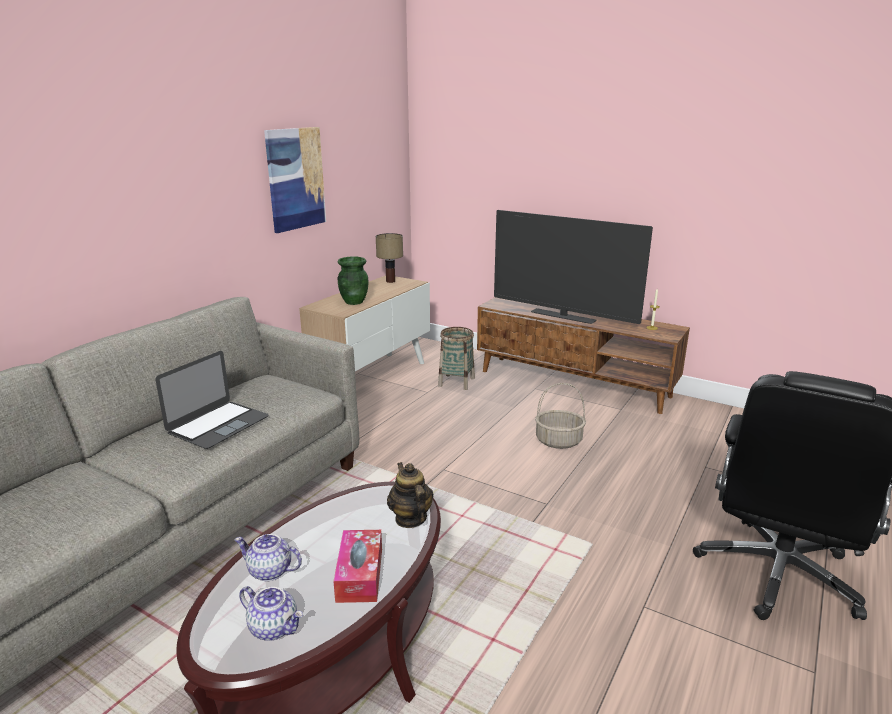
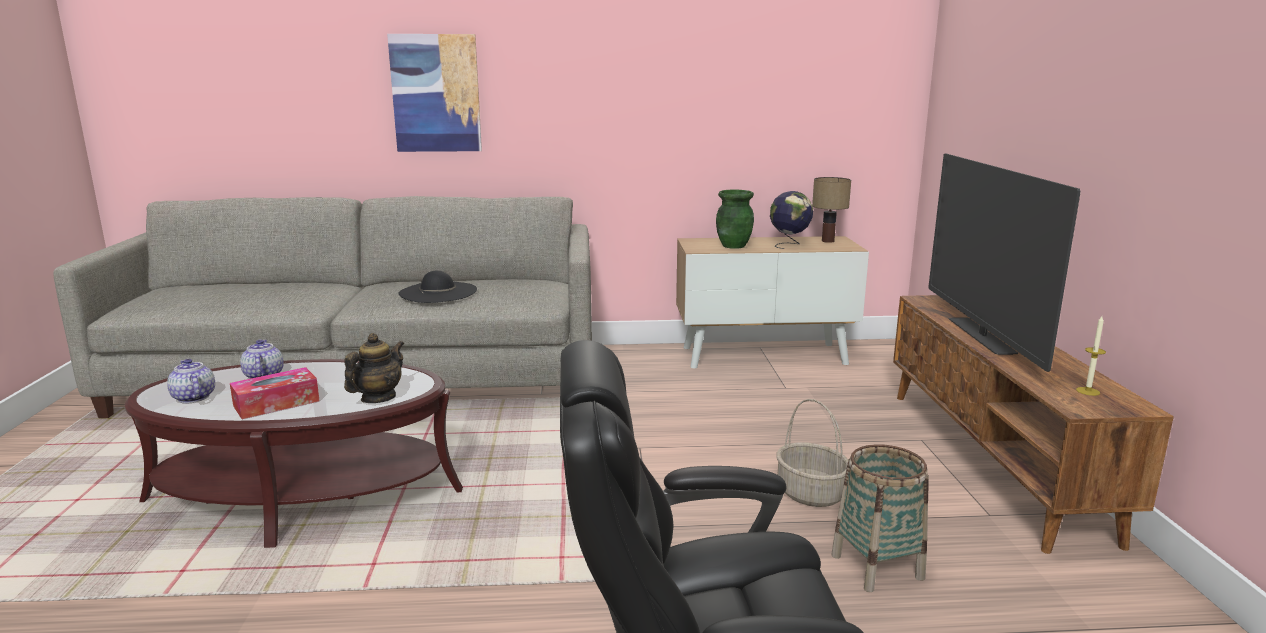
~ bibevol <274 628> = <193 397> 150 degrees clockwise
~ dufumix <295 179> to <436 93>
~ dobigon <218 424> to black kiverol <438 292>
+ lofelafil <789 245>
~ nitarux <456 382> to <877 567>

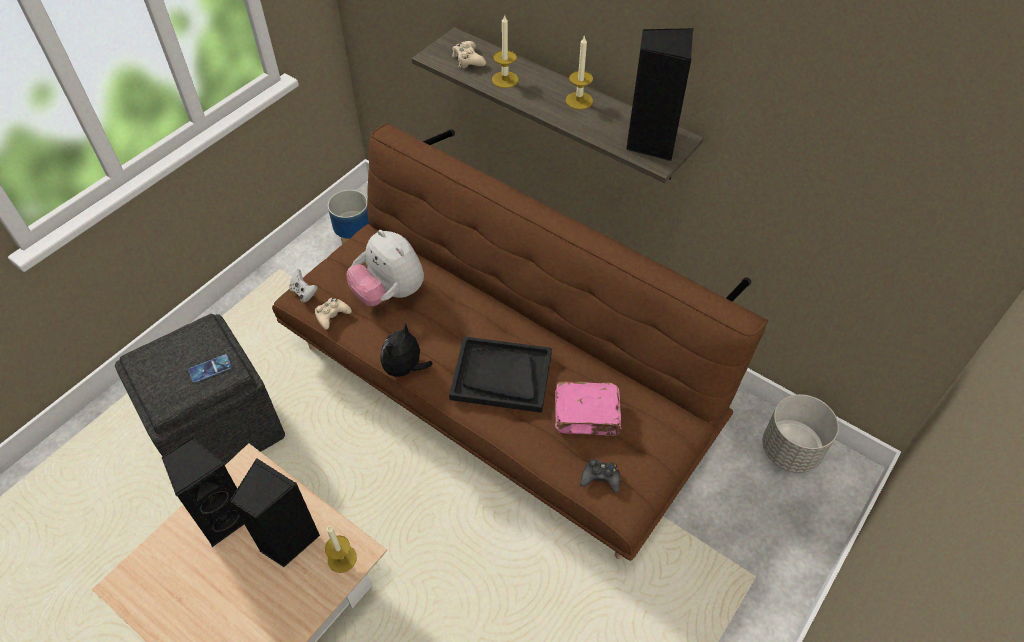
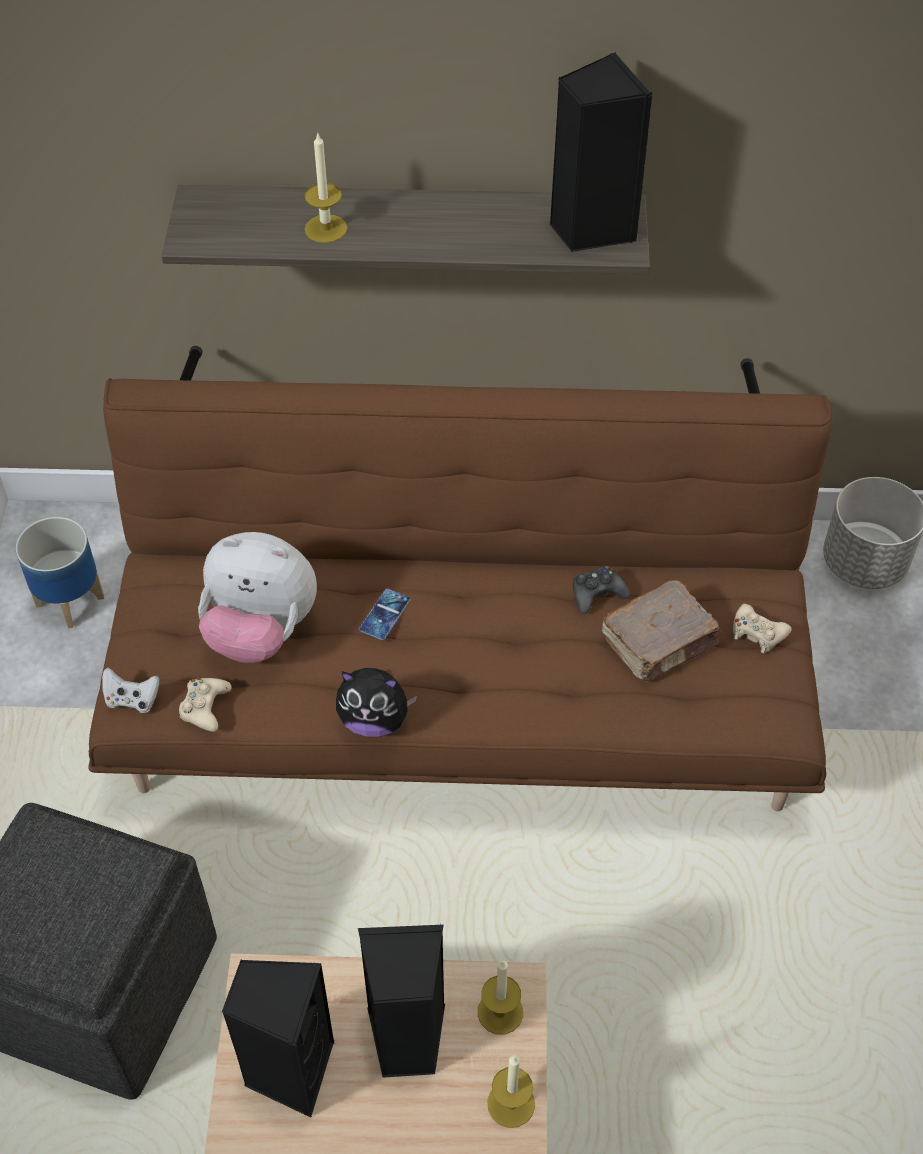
~ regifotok <405 369> = <374 720> 75 degrees counterclockwise
~ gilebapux <210 368> to <384 614>
~ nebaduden <579 100> to <511 1103>
~ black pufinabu <600 478> to <597 594>
~ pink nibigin <587 416> to brown nibigin <660 642>
~ beige pufinabu <468 59> to <757 633>
- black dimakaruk <501 376>

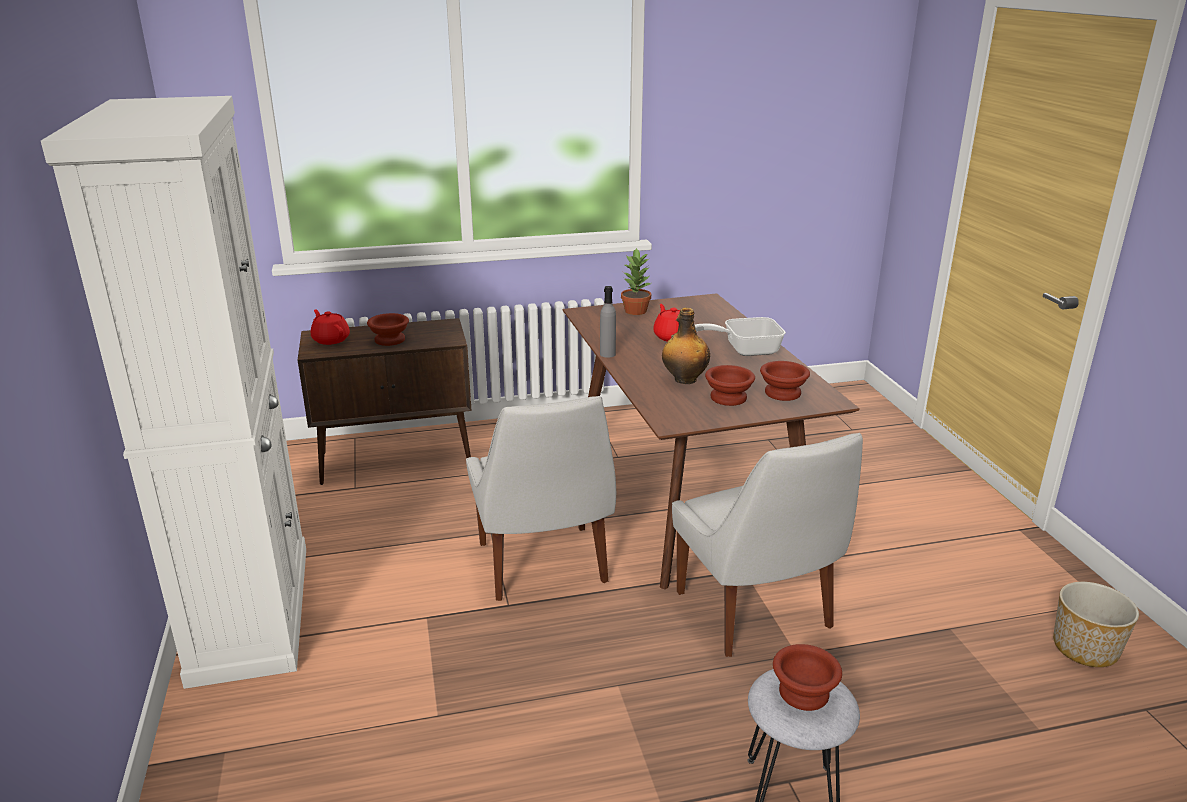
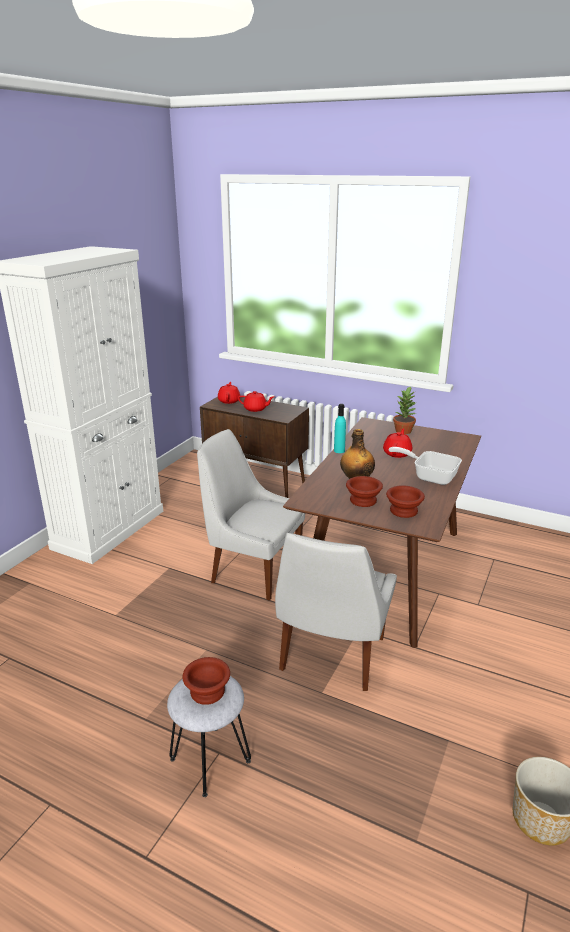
~ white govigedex <543 566> = <253 570> 90 degrees clockwise
~ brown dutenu <390 339> to red bibevol <255 409>
~ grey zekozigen <607 354> to turquoise zekozigen <339 451>

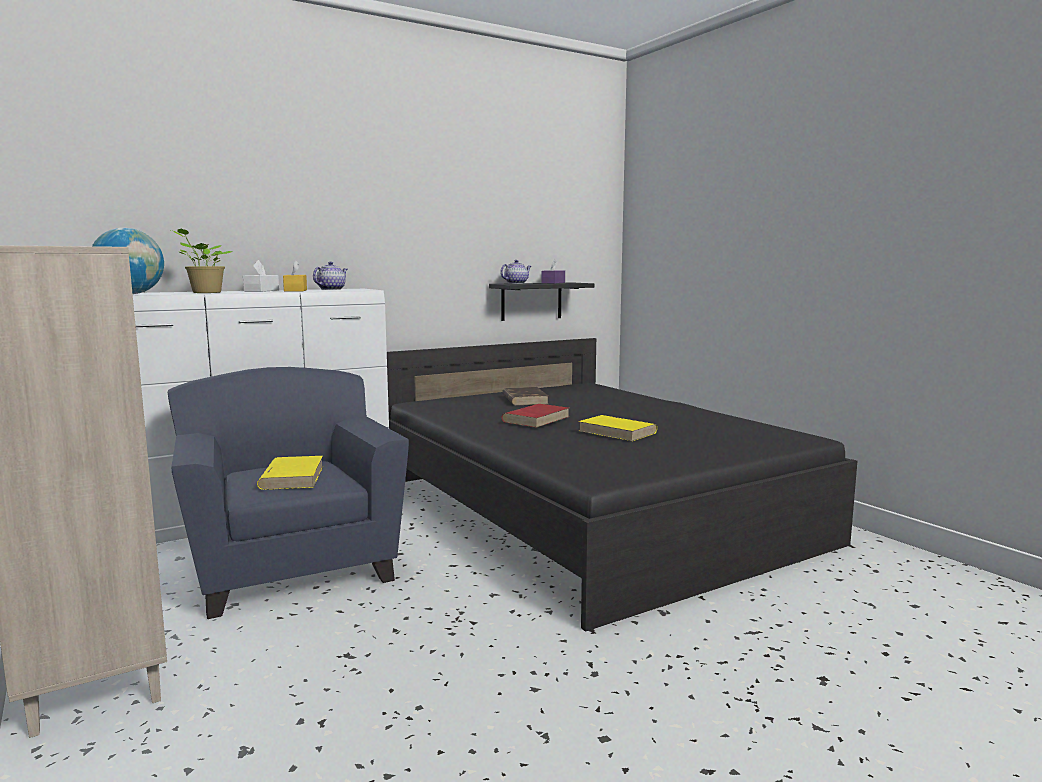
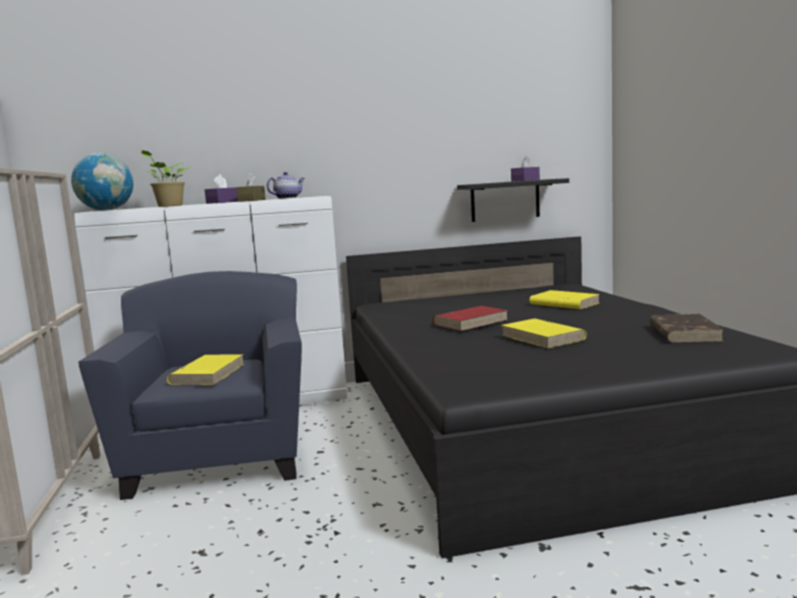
~ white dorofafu <261 291> to purple dorofafu <223 202>
~ yellow dorofafu <295 290> to brown dorofafu <252 200>
+ yellow nibigin <563 304>
~ brown nibigin <524 399> to <684 333>
- bibevol <516 283>

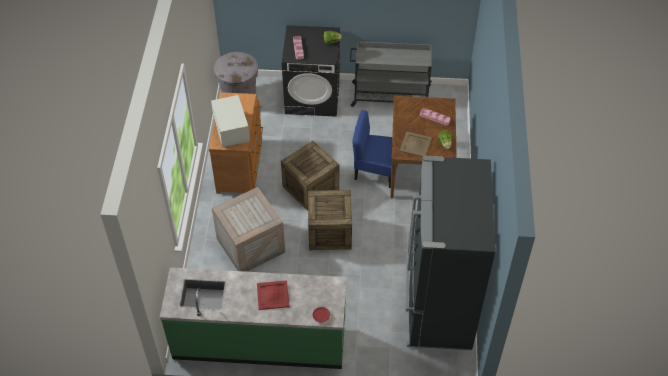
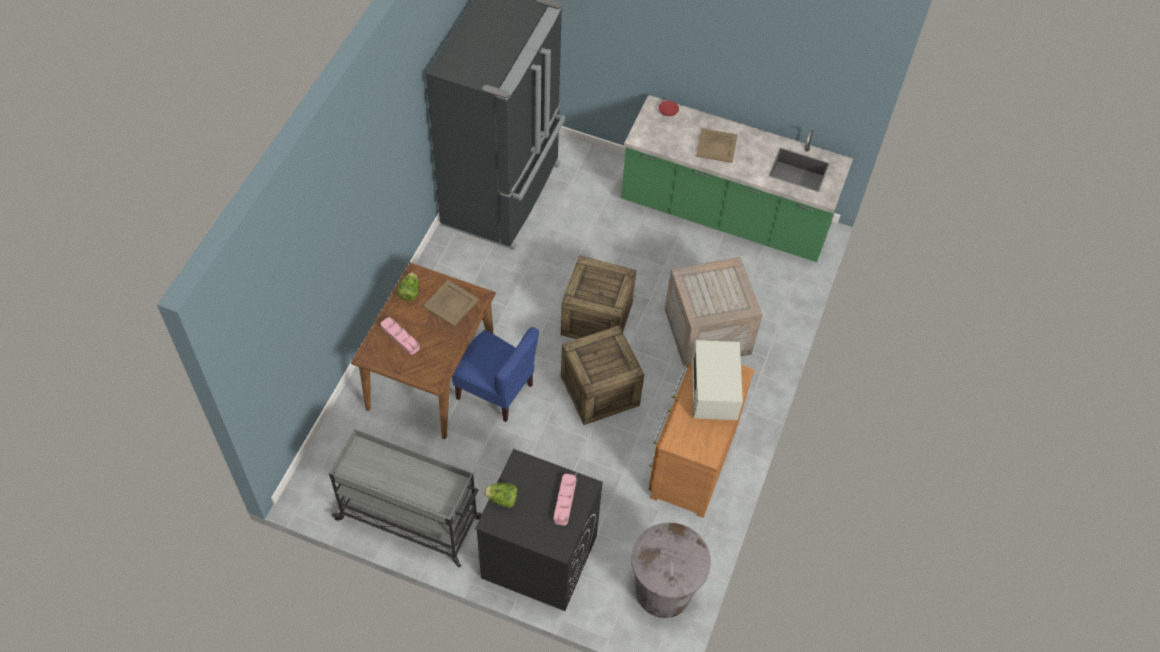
~ red dimakaruk <272 295> to beige dimakaruk <717 145>

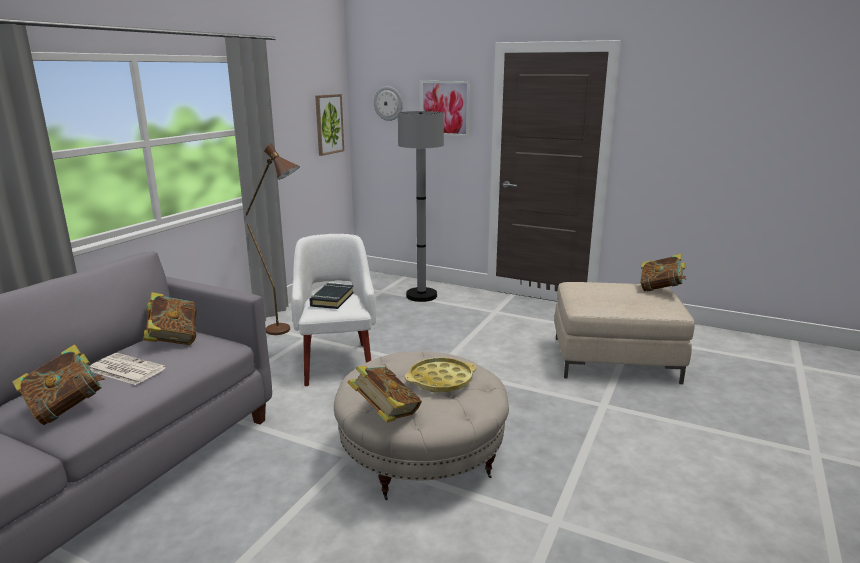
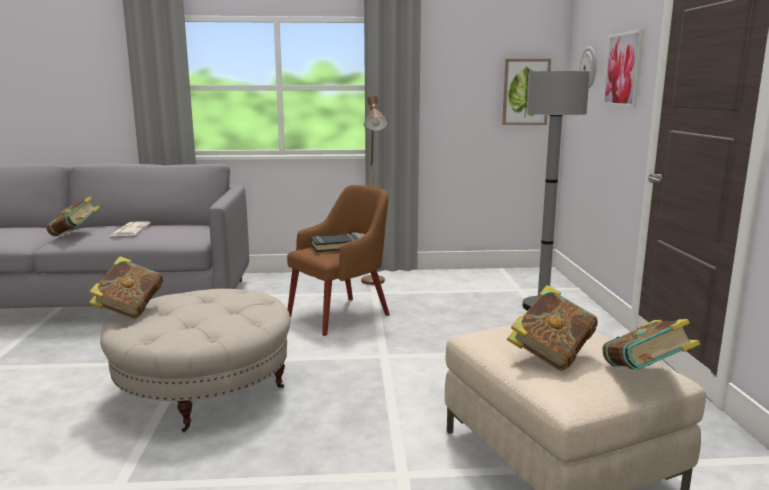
~ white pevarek <337 362> to brown pevarek <341 315>
~ nibigin <173 339> to <551 356>
- yellow dimakaruk <441 380>

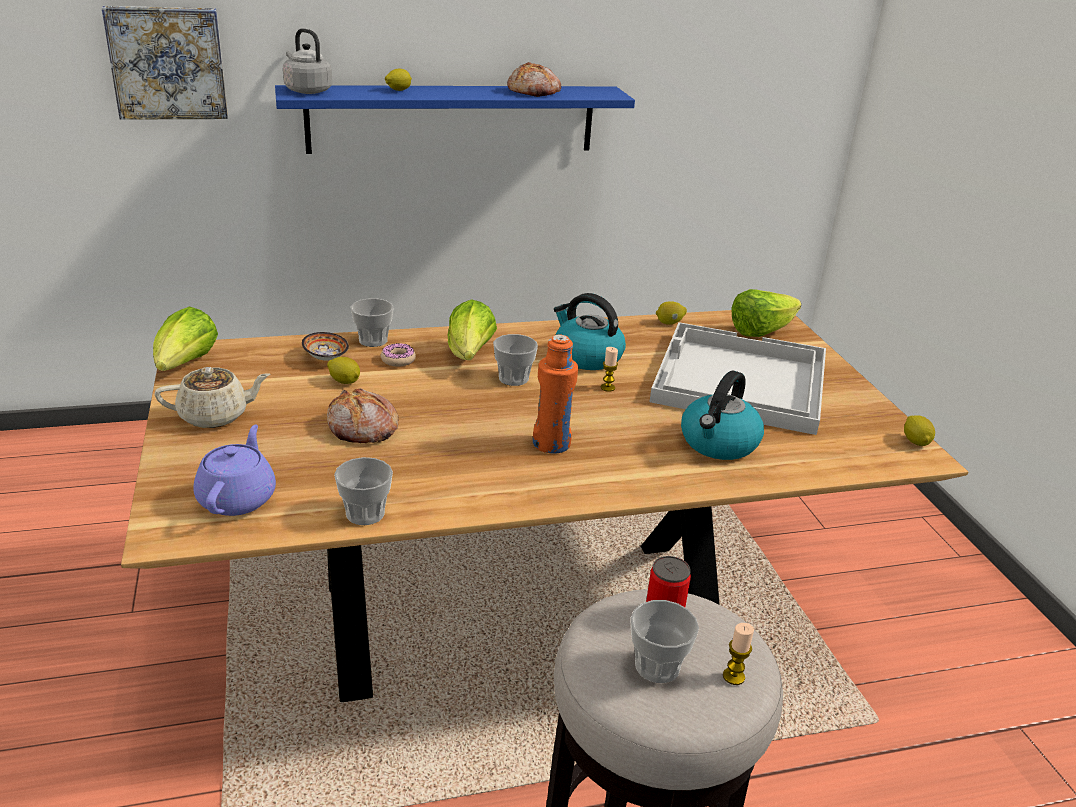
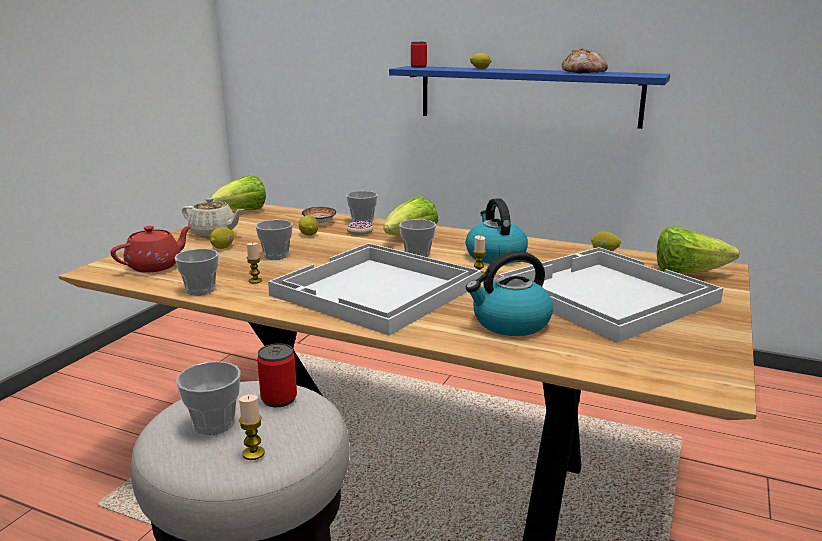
~ purple bibevol <238 498> to red bibevol <156 266>
~ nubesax <915 442> to <223 247>
+ nebaduden <255 281>
~ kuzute <362 428> to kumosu <276 255>
~ orange zekozigen <551 444> to white dimakaruk <377 290>
~ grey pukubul <306 90> to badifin <418 67>
- dufumix <168 63>

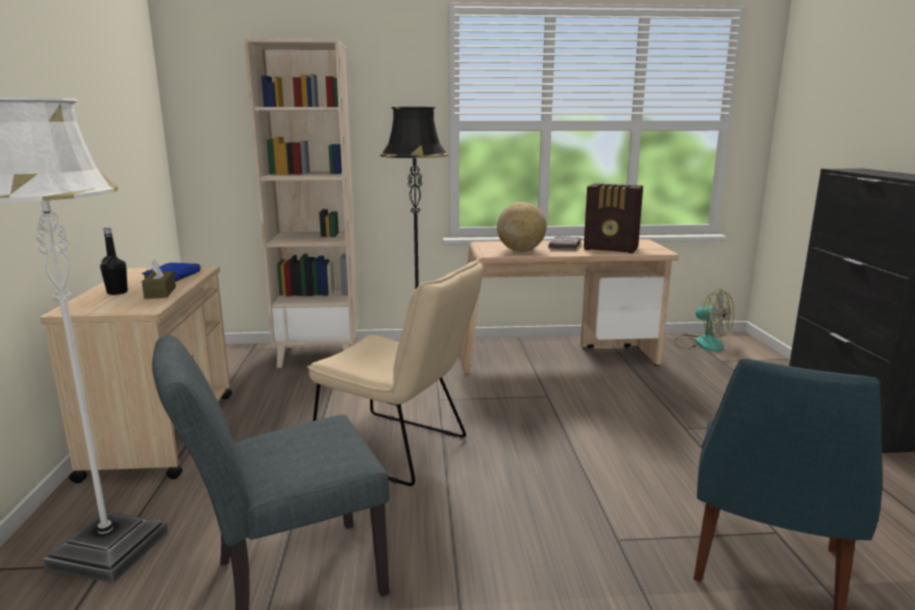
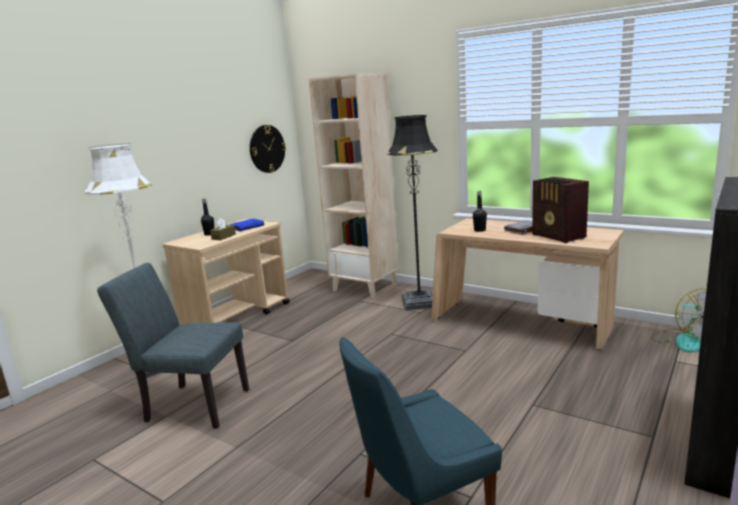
+ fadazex <267 149>
~ lofelafil <521 251> to black zekozigen <479 230>
- beige govigedex <399 450>

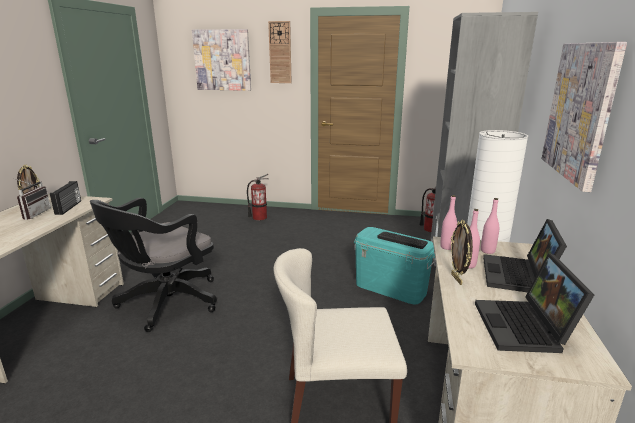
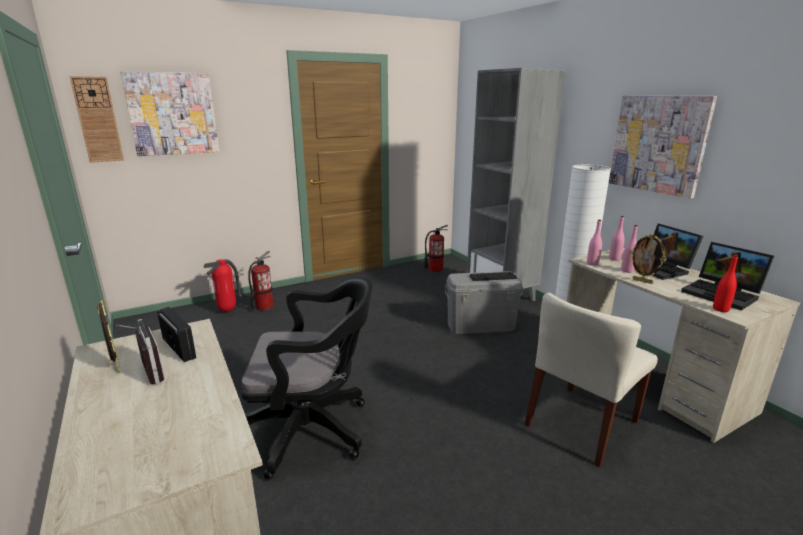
~ fadazex <280 52> to <98 120>
+ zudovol <227 311>
~ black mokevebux <165 303> = <313 430> 90 degrees counterclockwise
~ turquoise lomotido <391 288> to grey lomotido <481 325>
+ red zekozigen <720 309>

